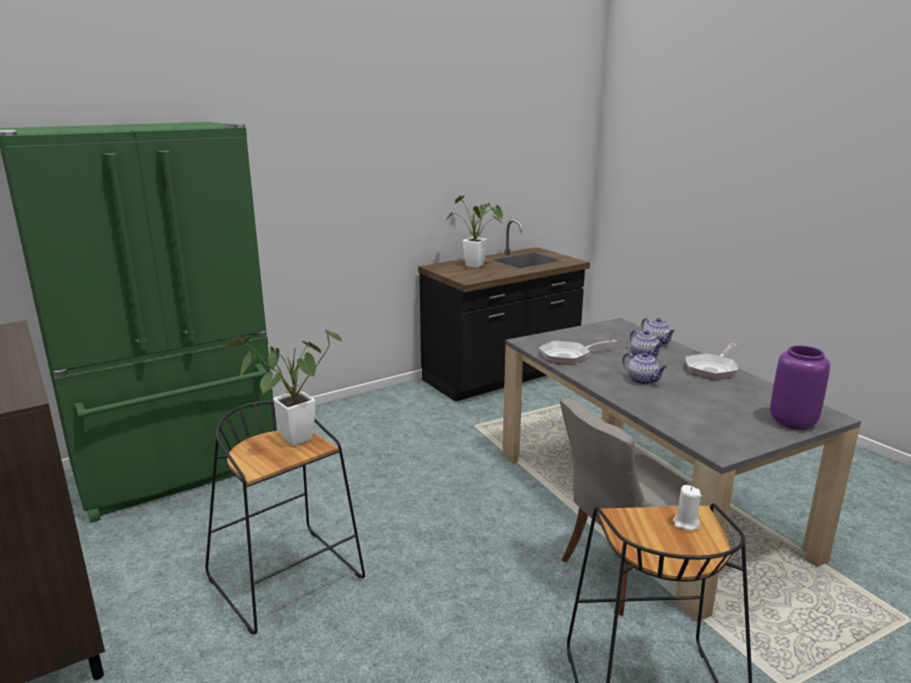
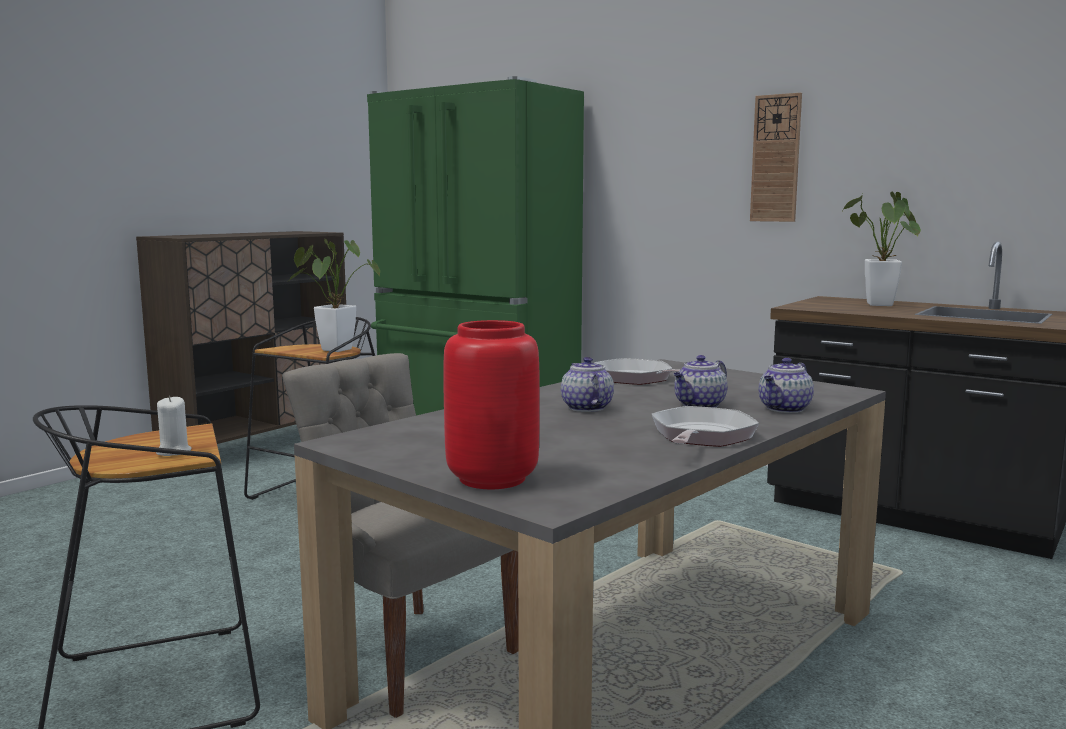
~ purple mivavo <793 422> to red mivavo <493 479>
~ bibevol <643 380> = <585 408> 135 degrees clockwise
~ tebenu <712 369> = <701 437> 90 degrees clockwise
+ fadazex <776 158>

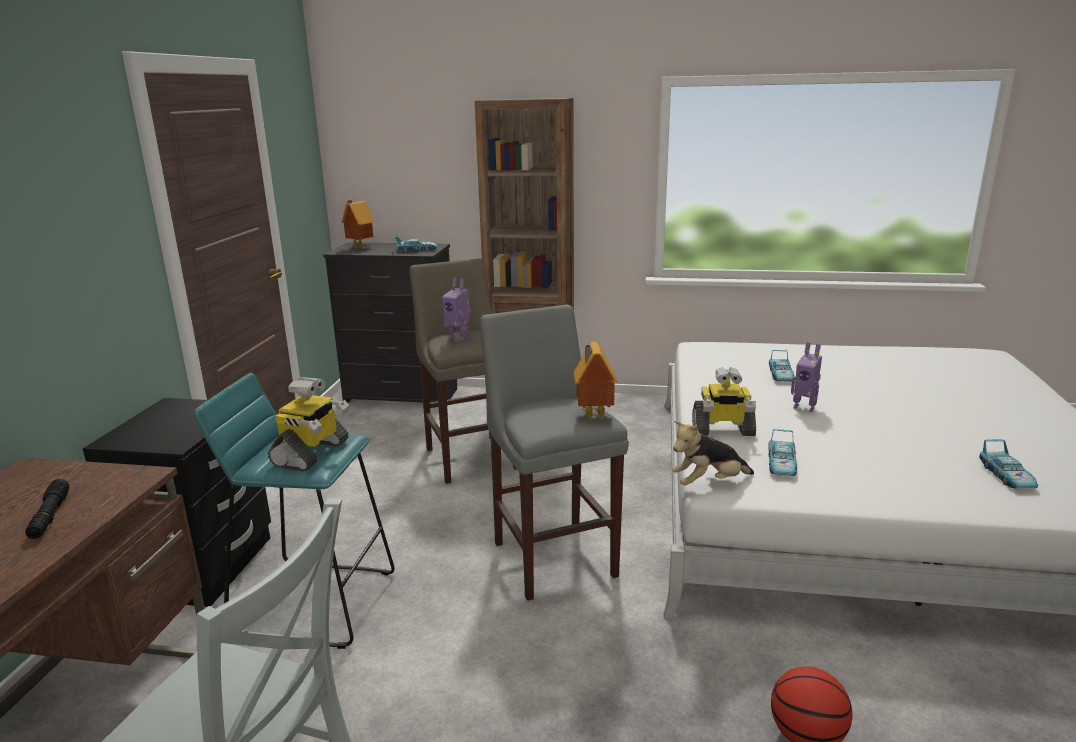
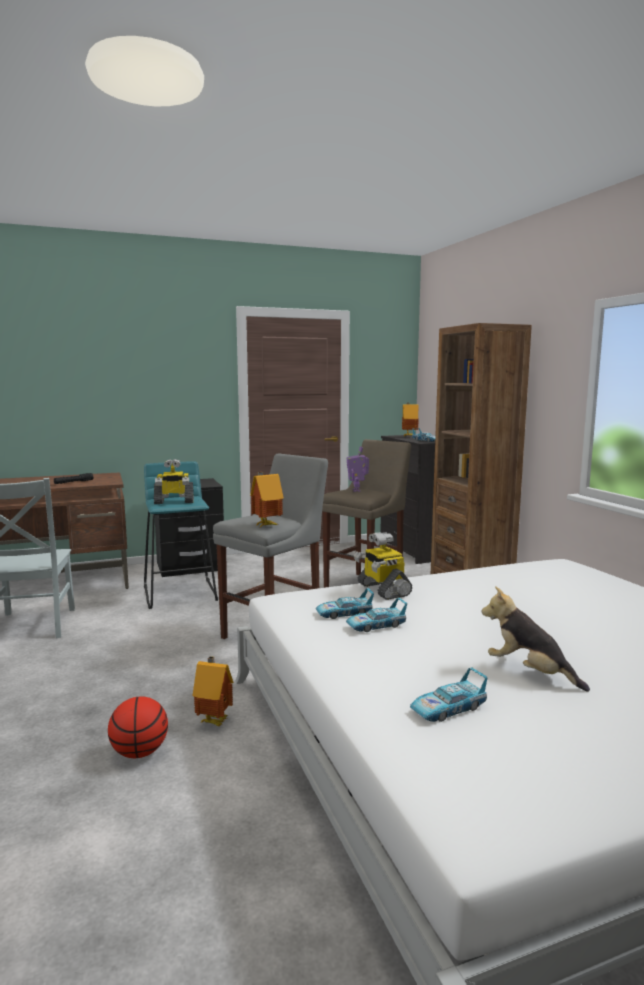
+ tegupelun <214 720>
~ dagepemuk <781 375> to <376 625>
~ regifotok <708 483> to <529 672>
- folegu <804 407>

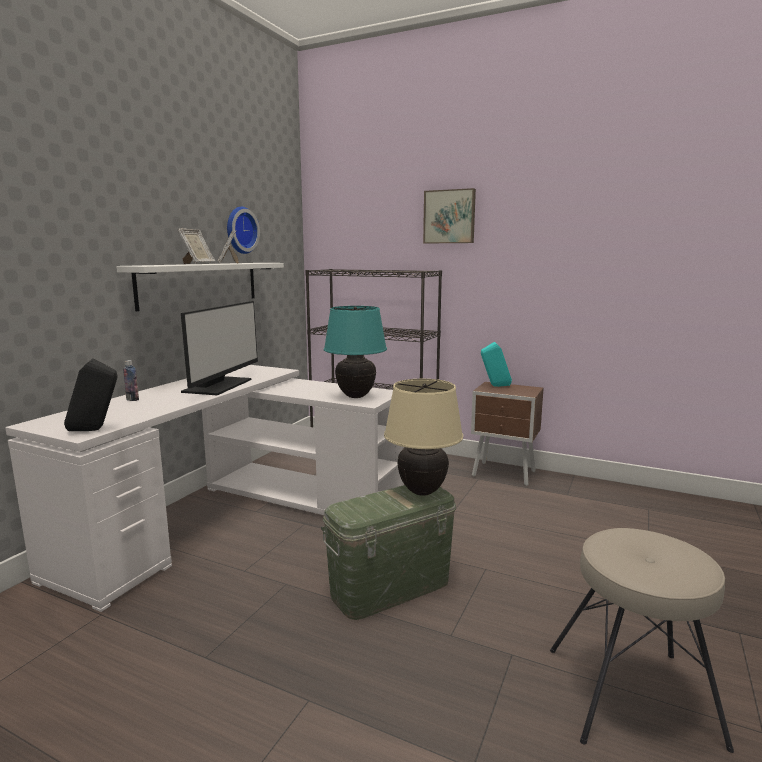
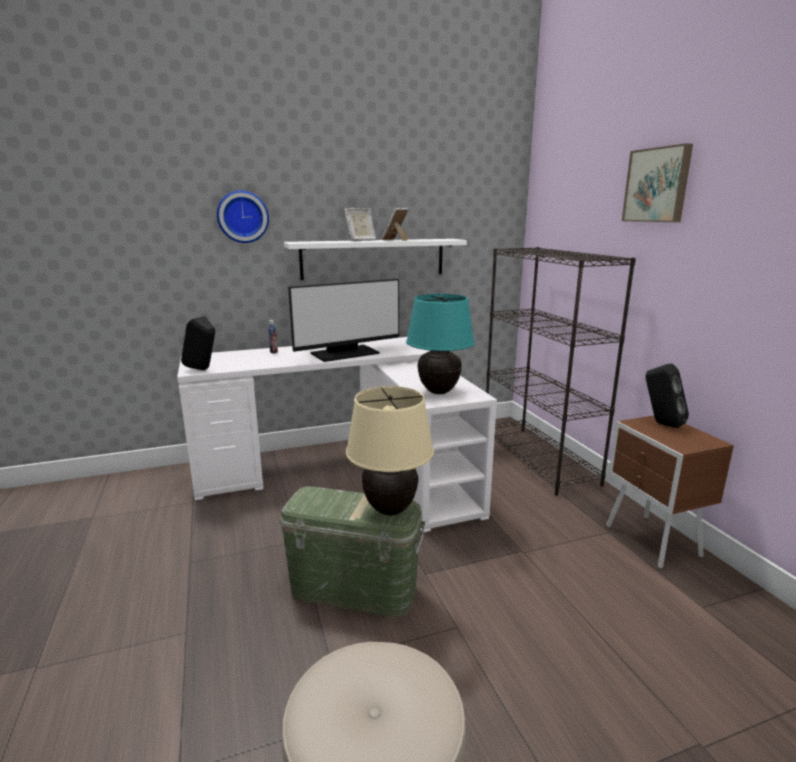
~ fadazex <240 230> to <242 217>
~ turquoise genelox <495 386> to black genelox <661 423>

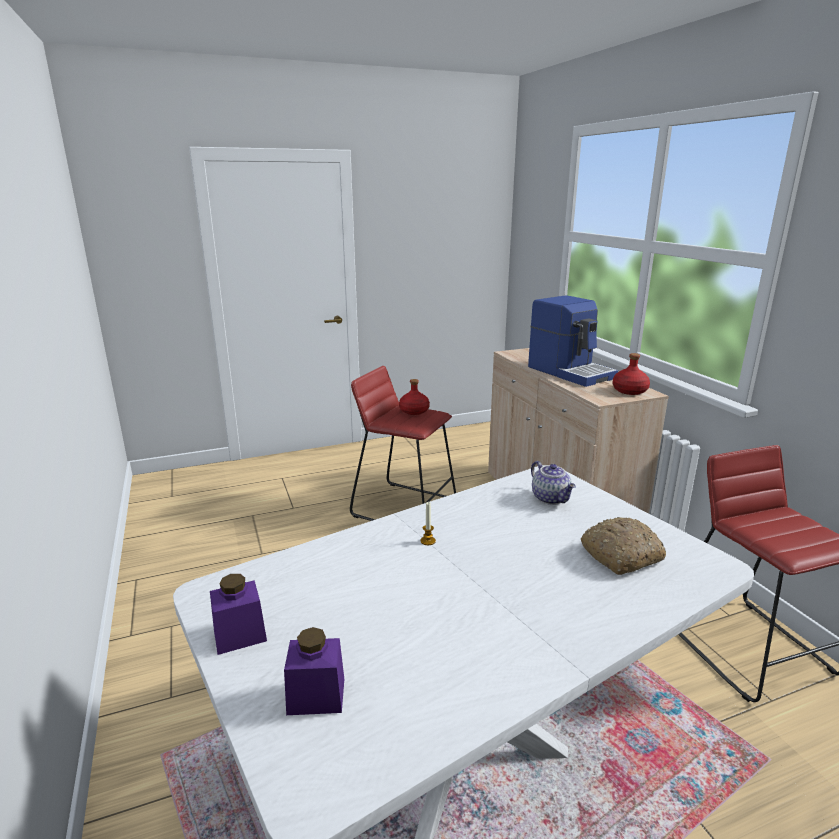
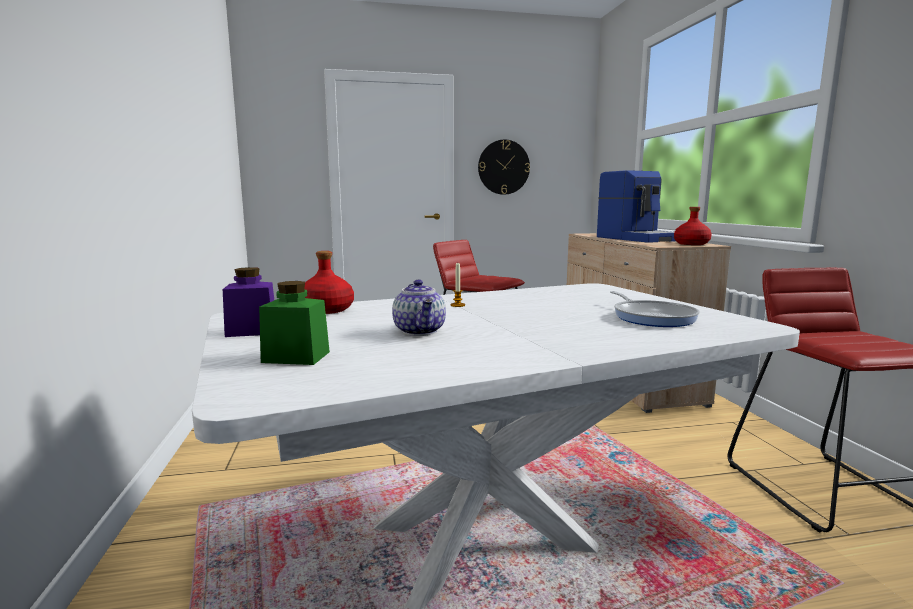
~ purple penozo <316 696> to green penozo <296 357>
~ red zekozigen <414 411> to <327 310>
~ bibevol <551 498> to <421 331>
+ fadazex <503 167>
~ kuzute <622 554> to tebenu <651 317>

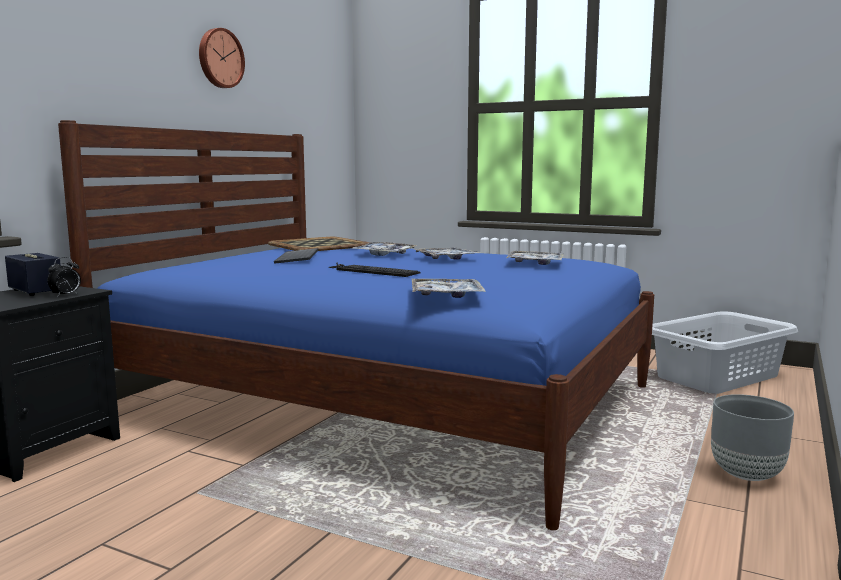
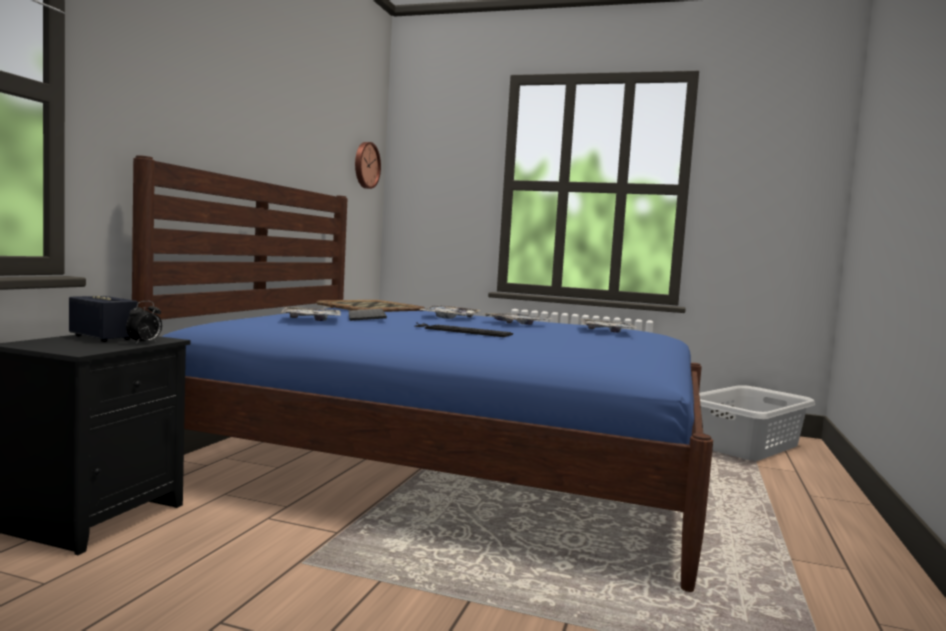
~ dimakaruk <446 295> to <311 320>
~ fadazex <219 58> to <365 165>
- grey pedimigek <745 475>

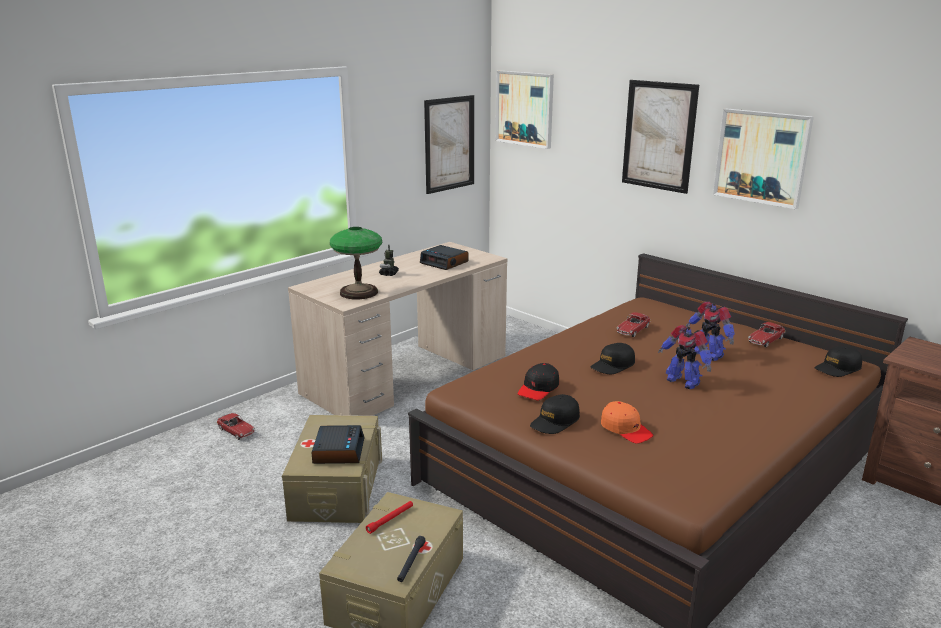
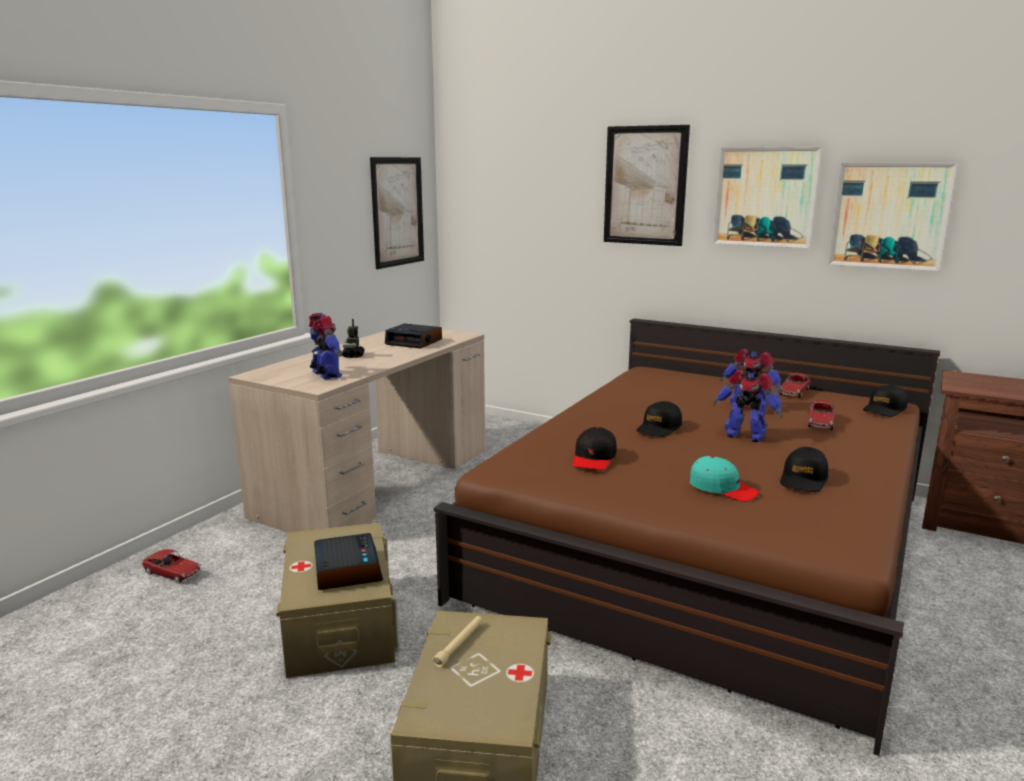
~ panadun <358 292> to folegu <326 375>
~ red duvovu <390 519> to beige duvovu <459 644>
~ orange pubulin <626 429> to turquoise pubulin <722 488>
~ black pubulin <555 422> to <803 480>
~ dagepemuk <633 330> to <820 422>
~ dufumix <525 108> to <890 215>
- black duvovu <411 562>

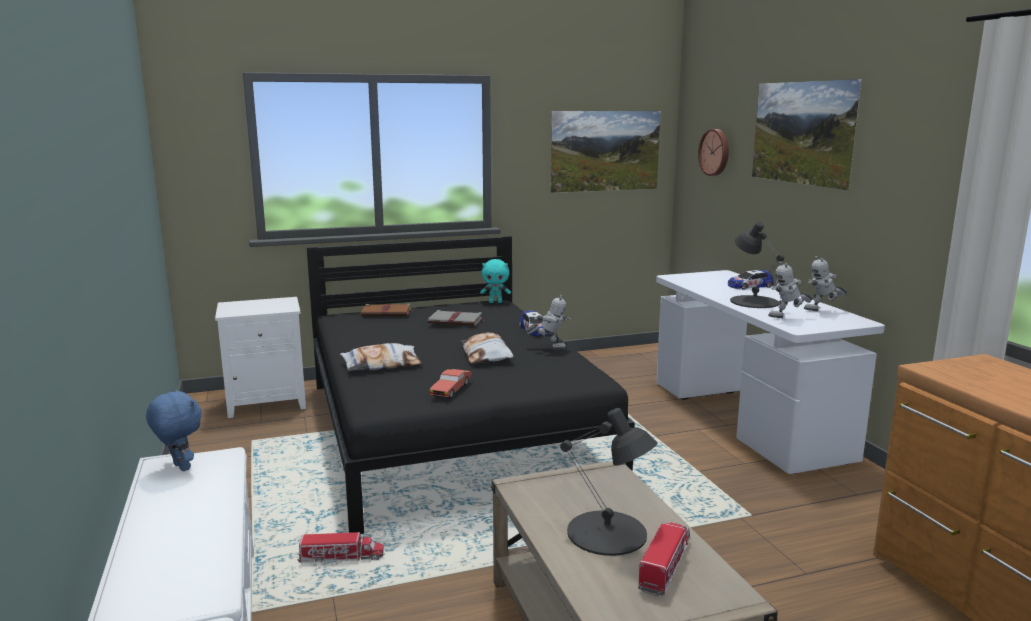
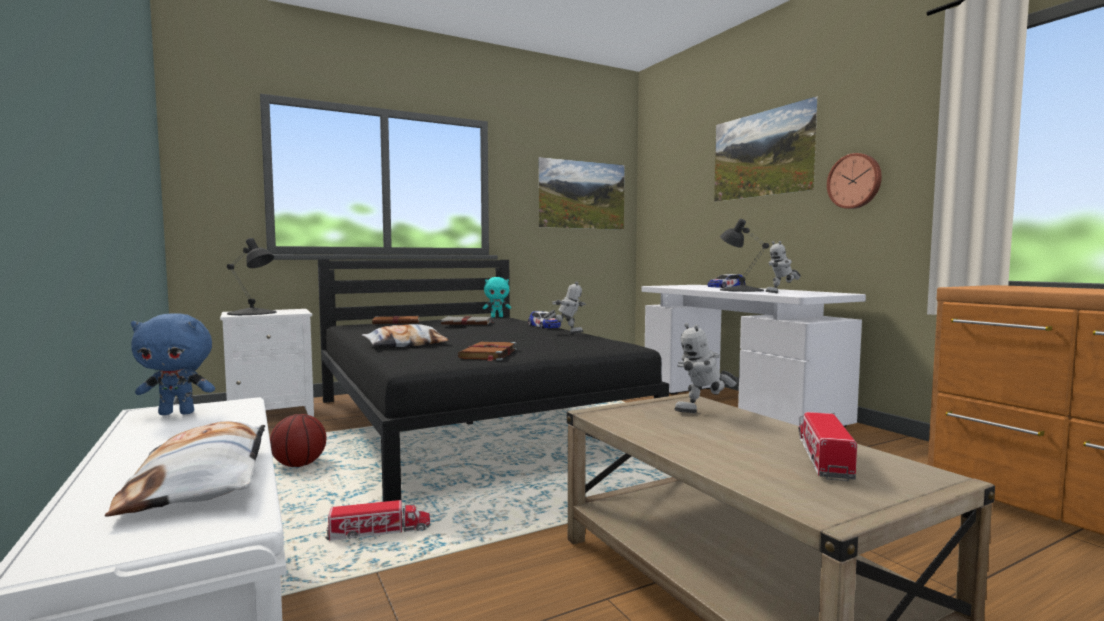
~ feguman <486 355> to <203 480>
~ blue regifotok <180 467> = <178 413> 135 degrees clockwise
~ black panadun <608 533> to <252 313>
+ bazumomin <299 465>
~ red dagepemuk <451 390> to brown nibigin <488 354>
~ folegu <822 311> to <704 412>
~ fadazex <715 152> to <855 181>

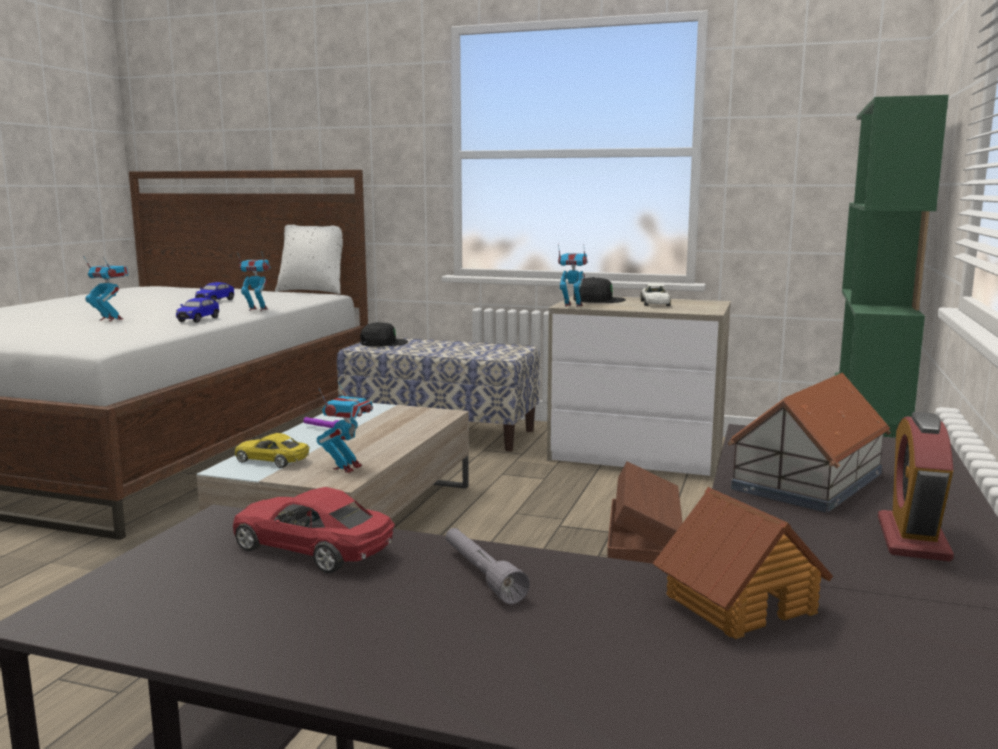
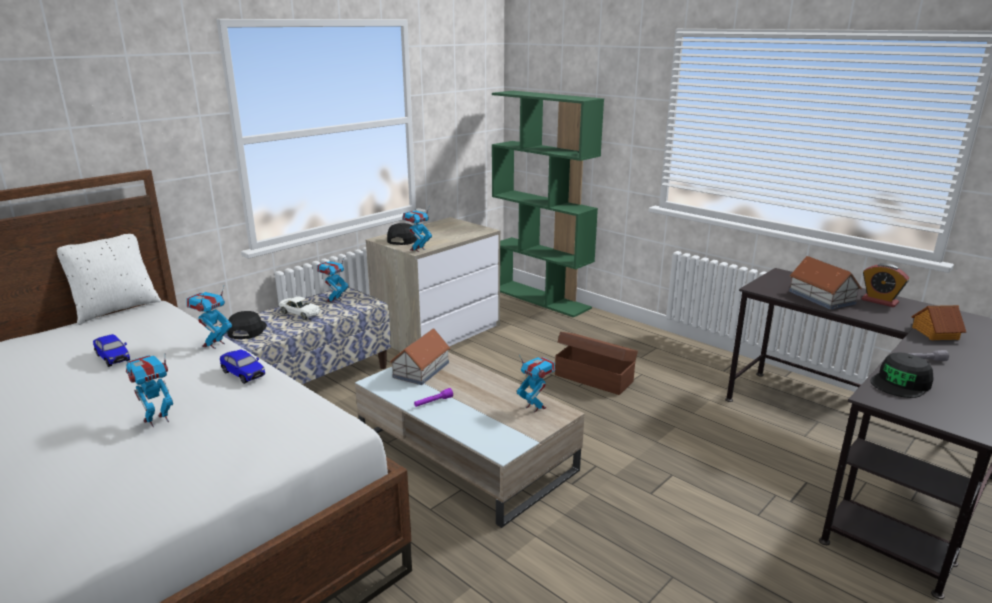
~ white dagepemuk <655 303> to <300 313>
+ folegu <334 300>
+ tegupelun <420 370>
~ red dagepemuk <313 548> to black pubulin <901 383>
- yellow dagepemuk <272 460>

